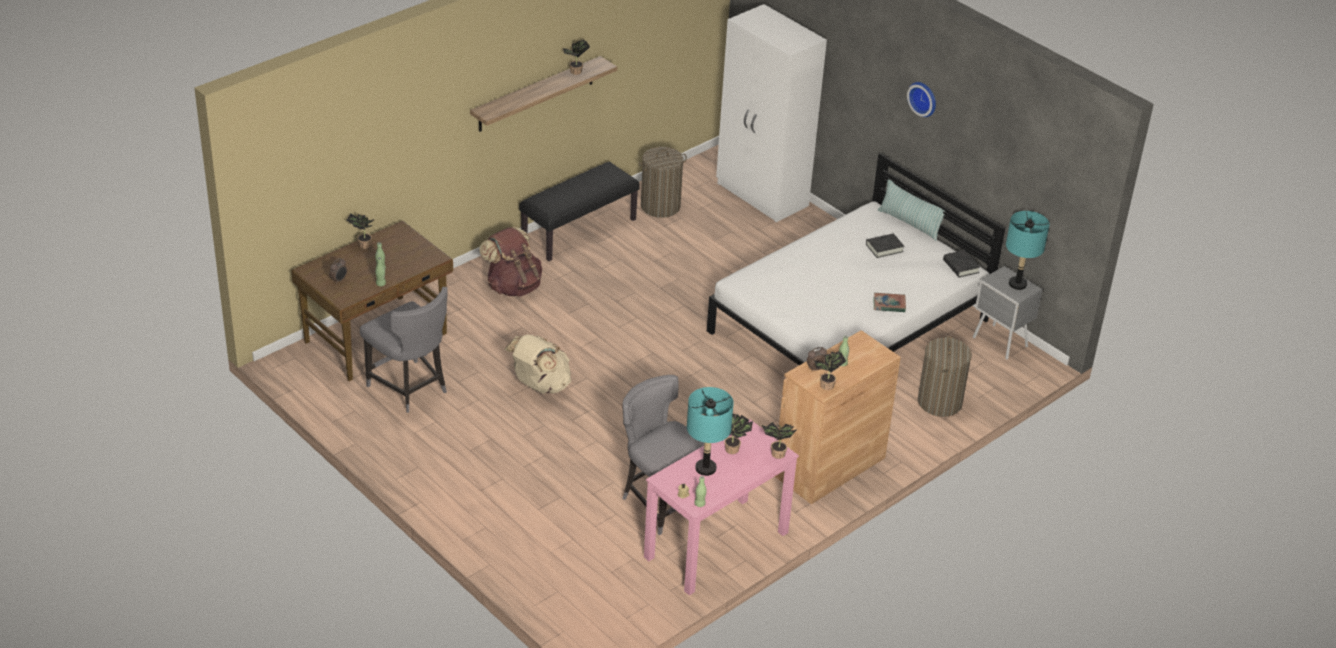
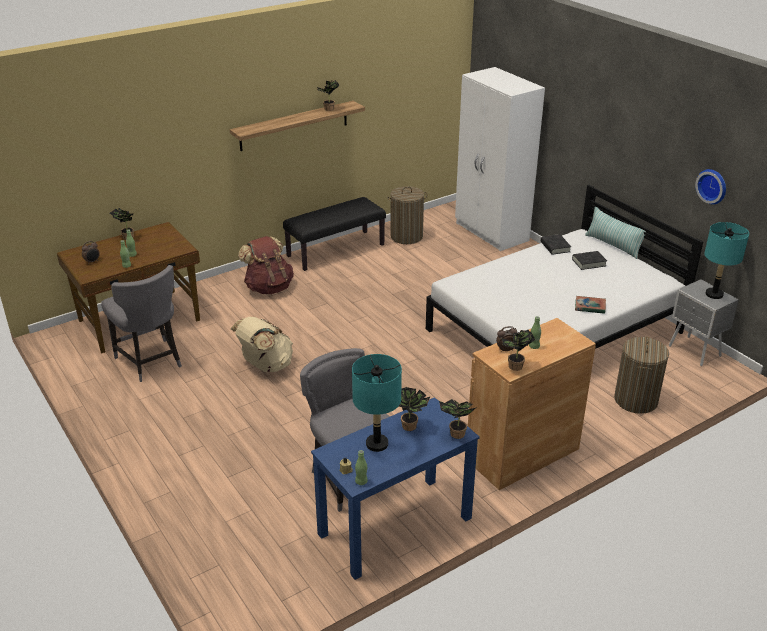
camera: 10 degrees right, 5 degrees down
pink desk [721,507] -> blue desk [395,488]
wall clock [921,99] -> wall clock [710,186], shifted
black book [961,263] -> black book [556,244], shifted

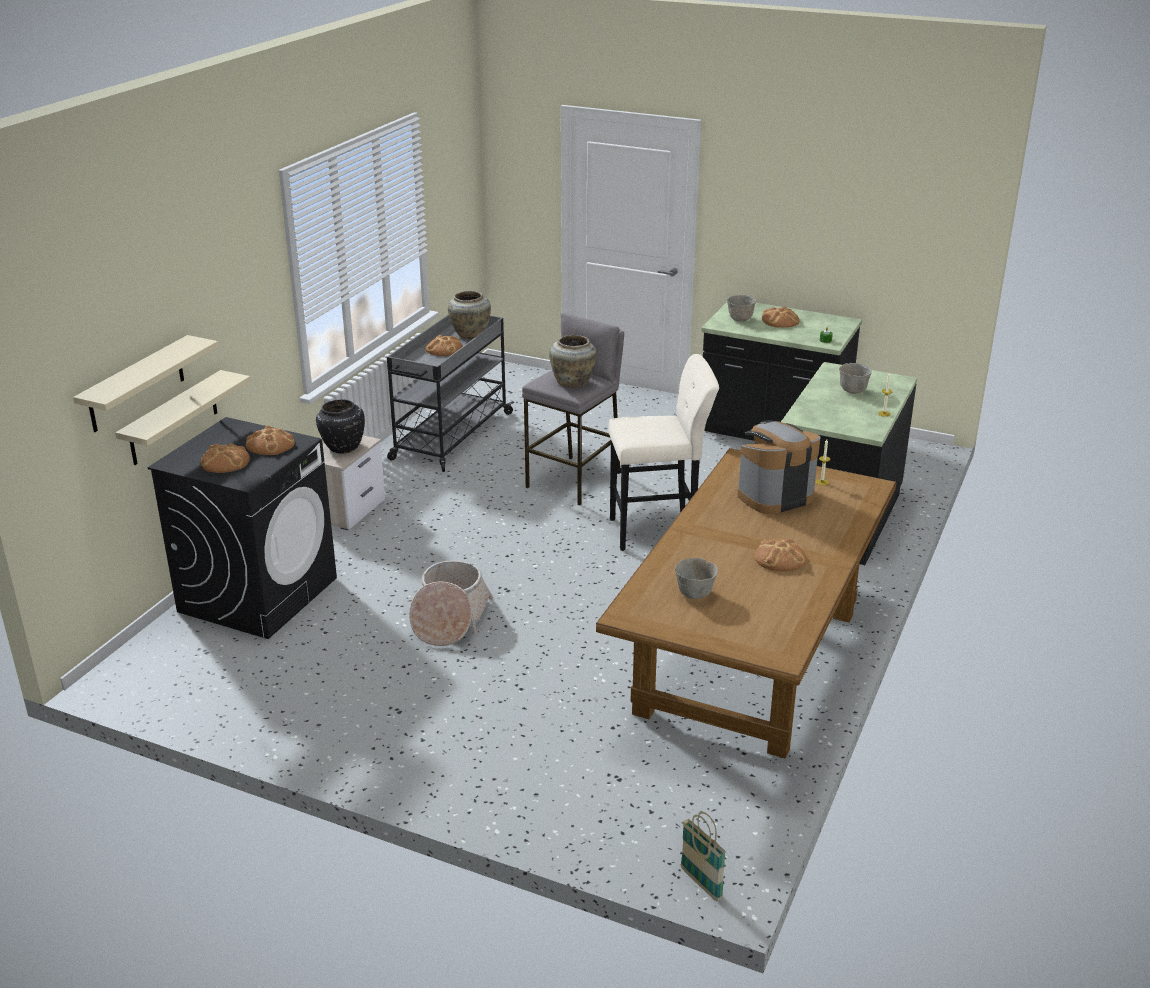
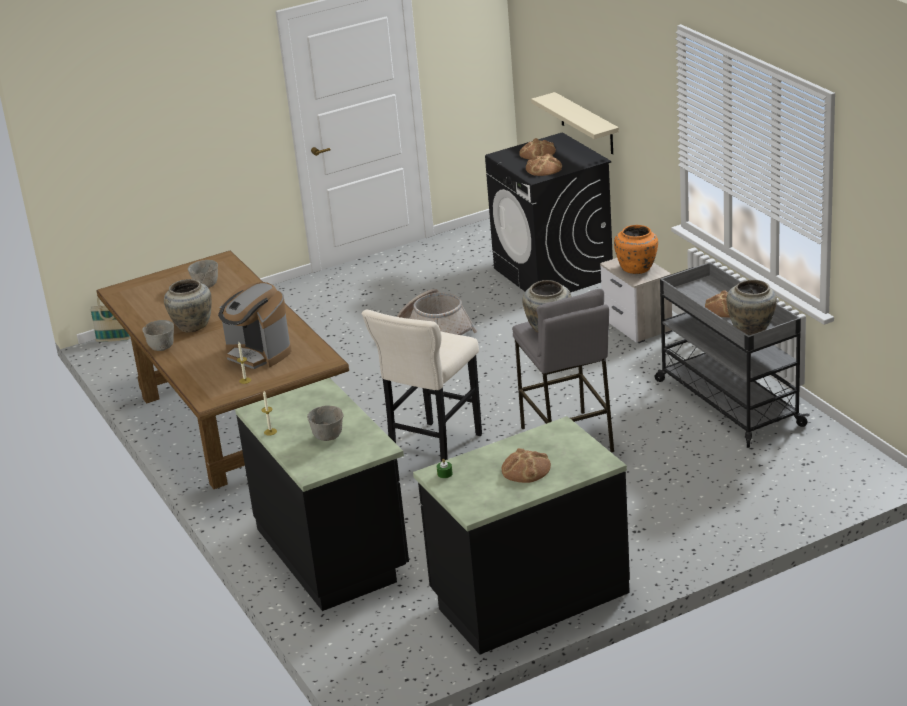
camera: 130 degrees right, 0 degrees up
beige shelf [146,383] -> none
black vase [340,426] -> orange vase [636,249]
grey bowl [741,308] -> grey bowl [158,335], shifted
coffee machine [779,467] -> coffee machine [255,325], 120 degrees clockwise
bread [781,555] -> beige vase [188,306]

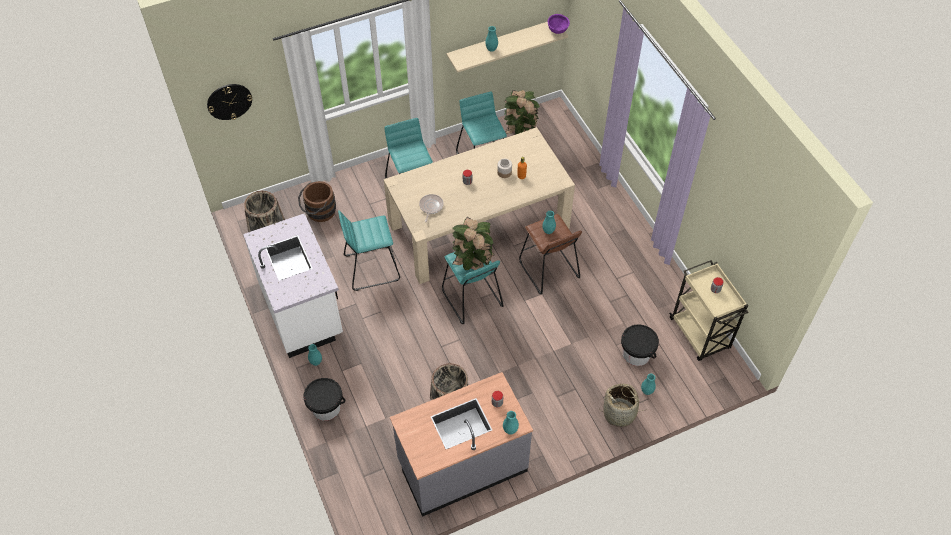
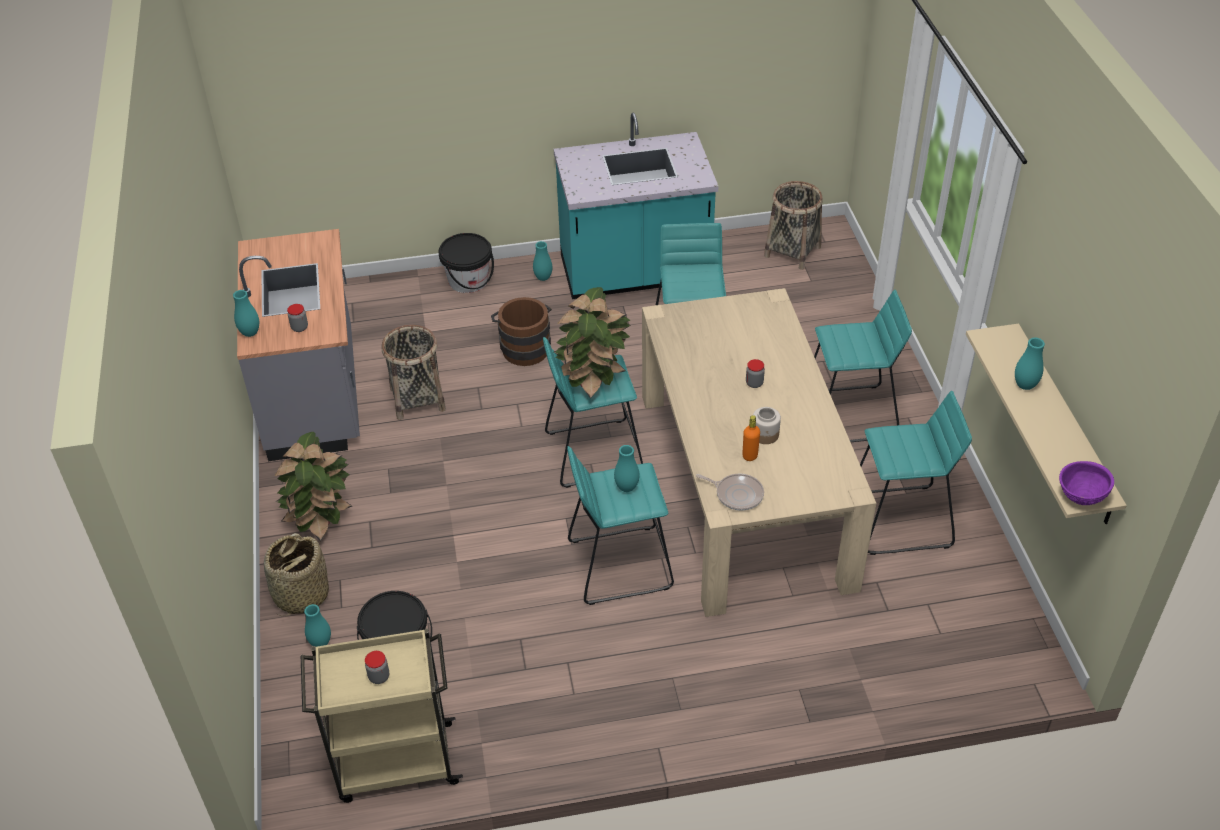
camera: 105 degrees right, 10 degrees down
wall clock [229,102] -> none
white counter [293,285] -> turquoise counter [636,206]
brown bucket [317,201] -> brown bucket [521,331], shifted
frying pan [431,208] -> frying pan [730,492], shifted
potted plant [522,112] -> potted plant [313,486], shifted
brown stool [550,254] -> turquoise stool [620,525]

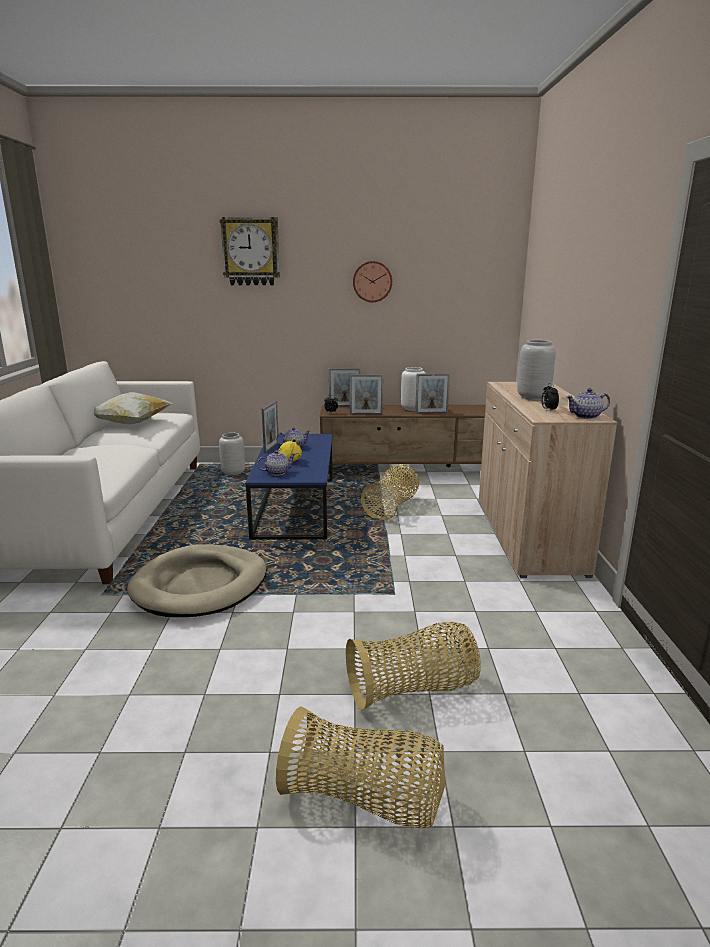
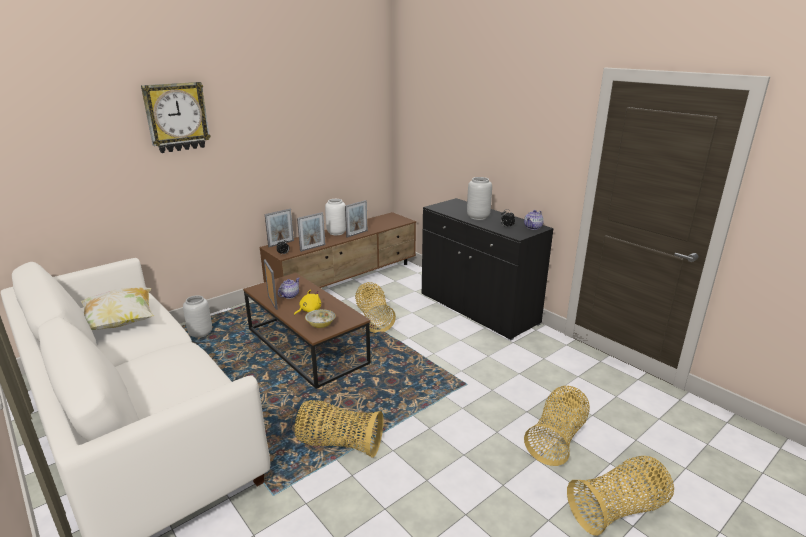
camera: 40 degrees left, 5 degrees up
beige dog bed [196,580] -> basket [339,429]
blue coffee table [289,487] -> brown coffee table [307,331]
teapot [276,463] -> bowl [320,318]
wall clock [372,281] -> none
beige cabinet [548,480] -> black cabinet [488,269]

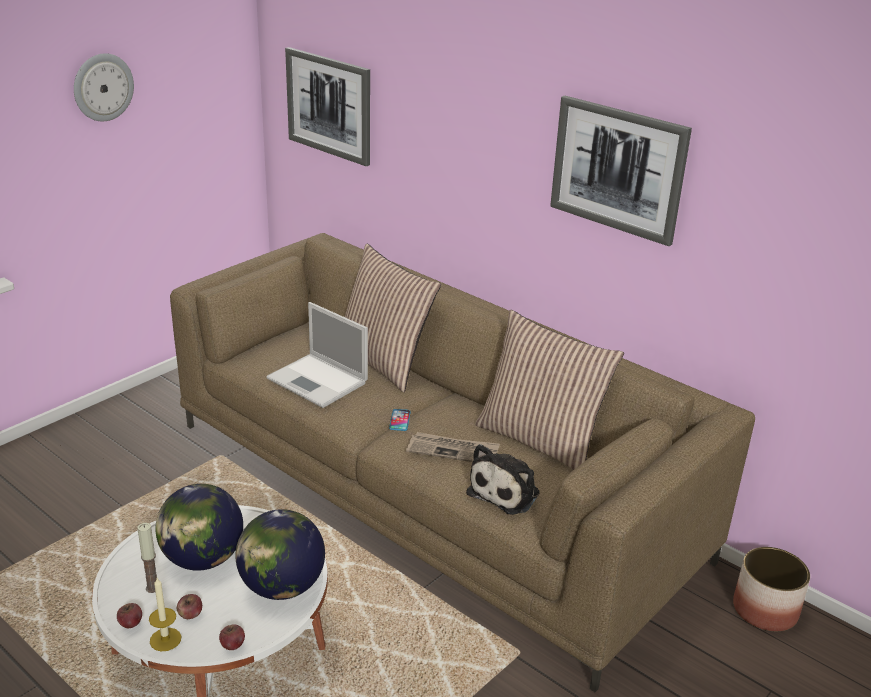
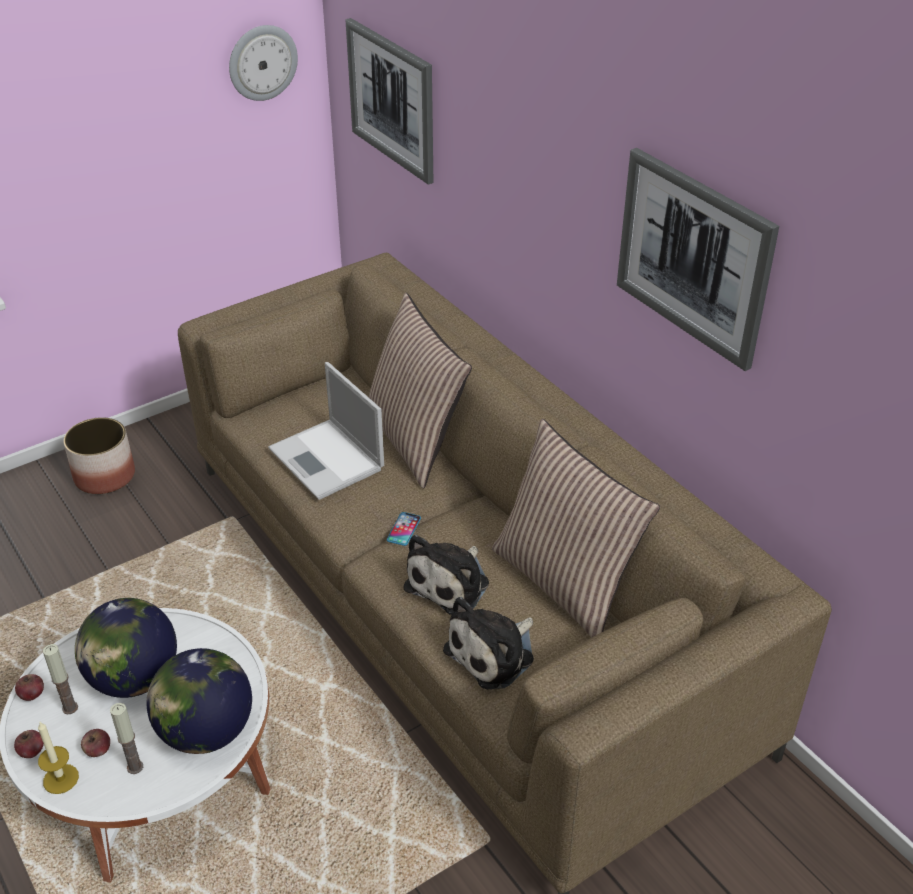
camera: 15 degrees right, 10 degrees up
wall clock [104,87] -> wall clock [263,63], shifted
apple [232,637] -> apple [29,687], shifted
newspaper [453,447] -> plush toy [446,575]
planter [771,589] -> planter [99,455], shifted
none -> candle [126,738]

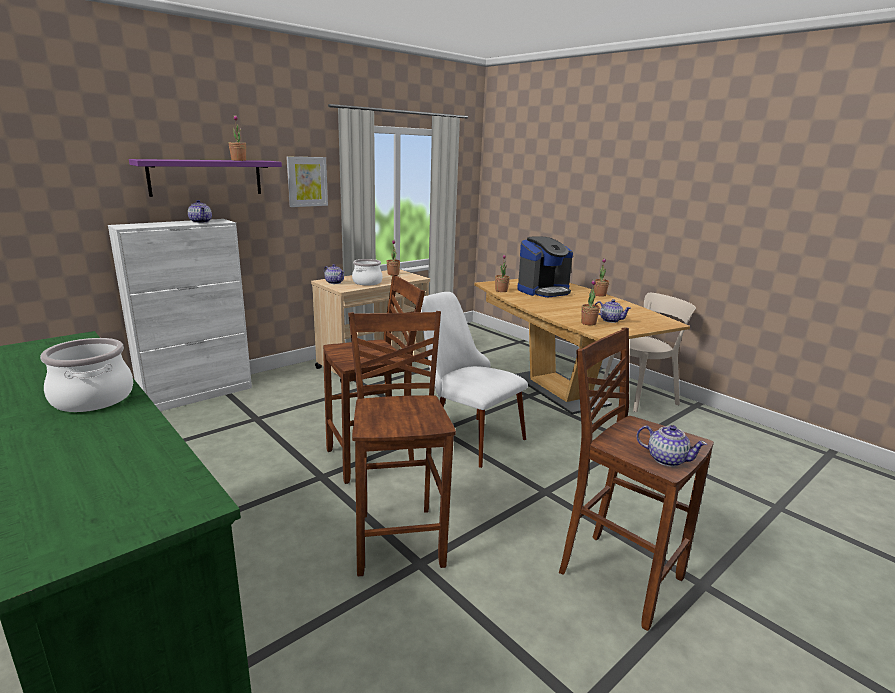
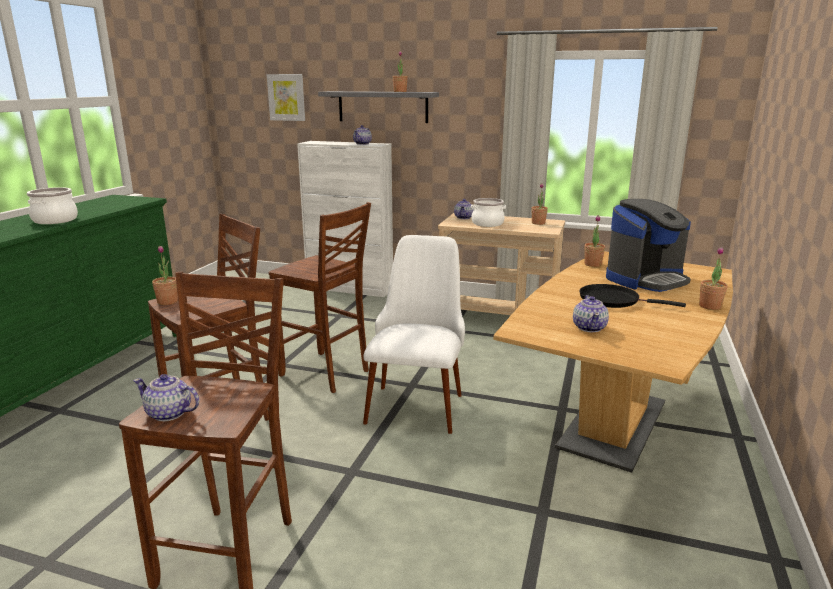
camera: 60 degrees right, 0 degrees up
purple shelf [205,178] -> grey shelf [378,107]
picture [307,182] -> picture [285,97], shifted
coffee machine [545,266] -> coffee machine [648,245], 60 degrees counterclockwise
potted plant [590,303] -> potted plant [165,275], shifted
beige chair [649,352] -> none
teapot [672,446] -> teapot [166,397], 105 degrees clockwise
none -> black frying pan [633,296]

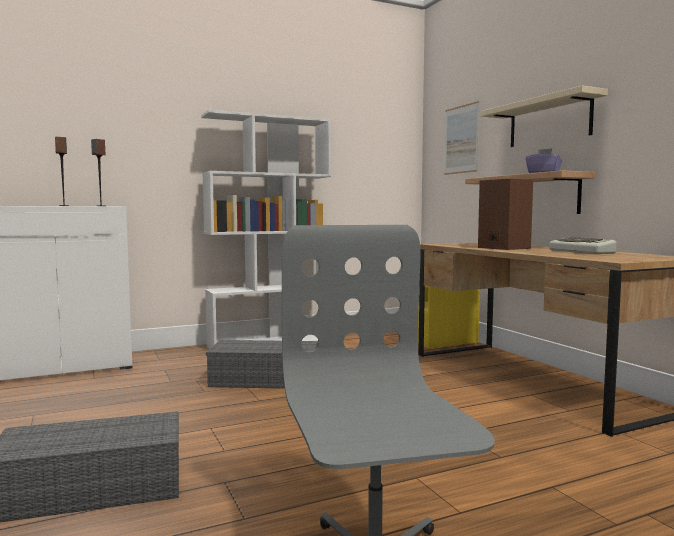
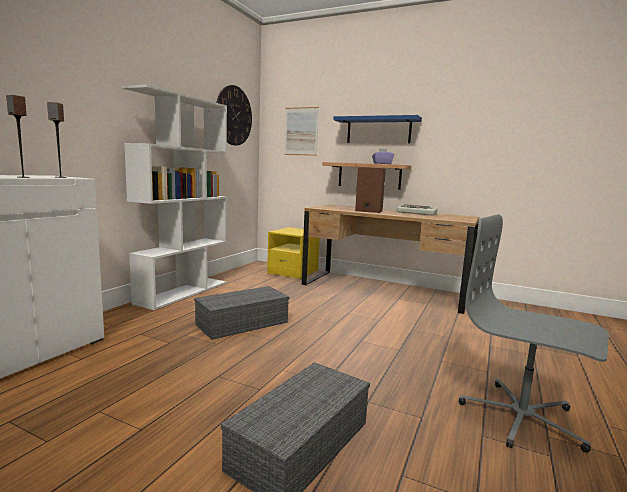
camera: 40 degrees left, 5 degrees up
beige shelf [544,116] -> blue shelf [377,129]
none -> wall clock [234,115]

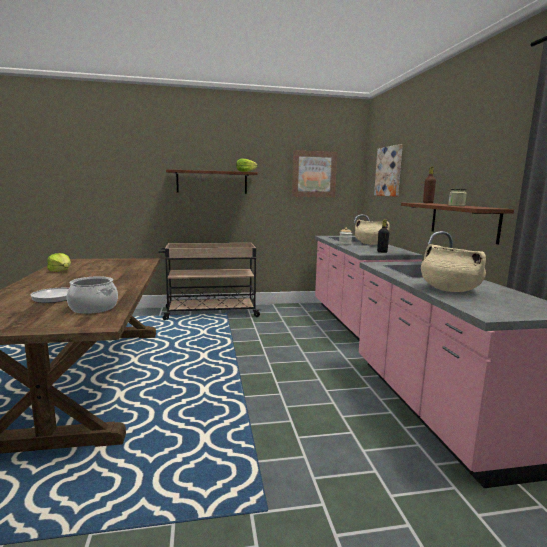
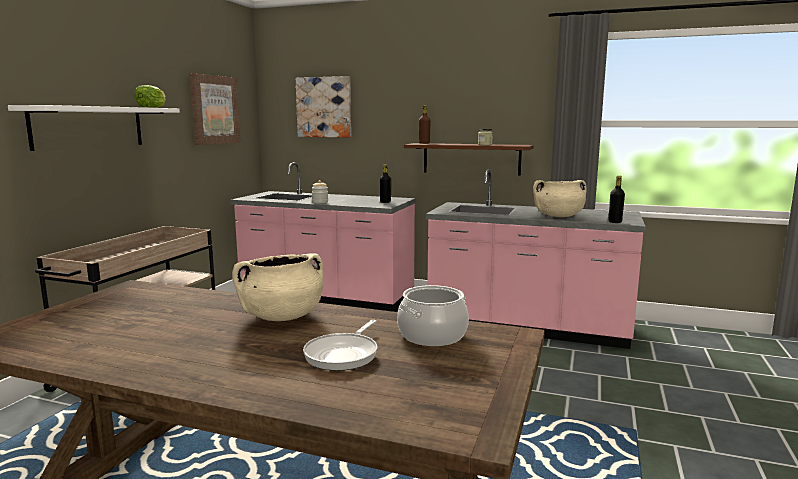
camera: 60 degrees left, 0 degrees up
lettuce [59,262] -> none
brown shelf [212,181] -> white shelf [94,128]
beige cooking pot [372,232] -> beige cooking pot [277,287], shifted
none -> black bottle [617,199]

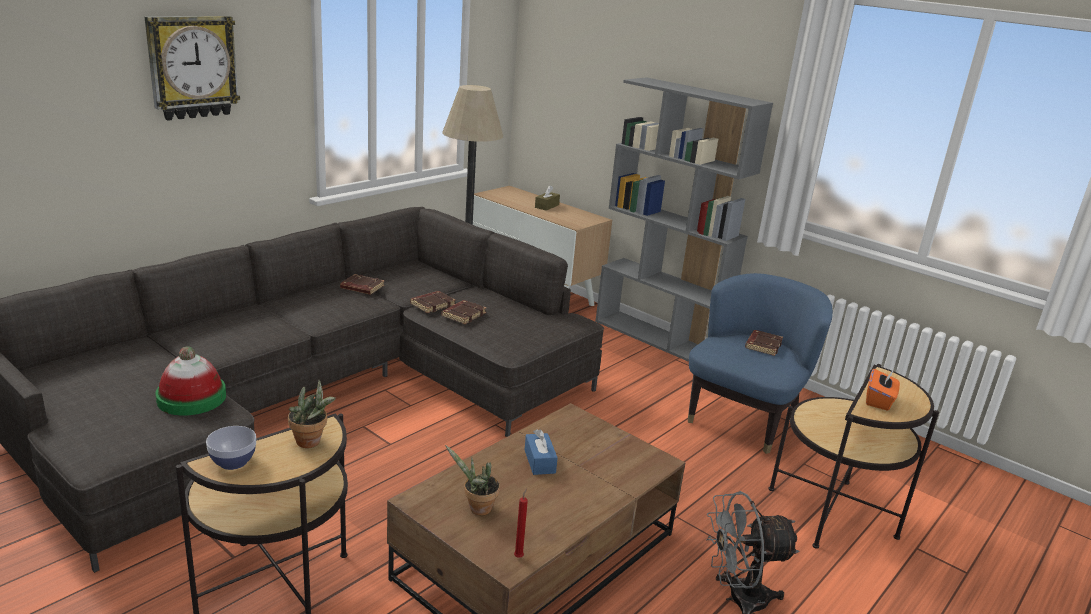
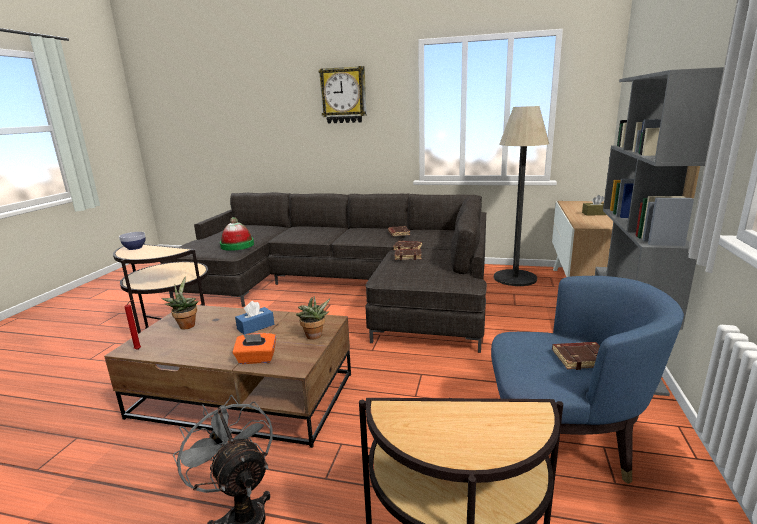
camera: 65 degrees right, 5 degrees down
potted plant [312,414] -> potted plant [313,318], shifted
orange tissue box [883,390] -> orange tissue box [254,348], shifted

